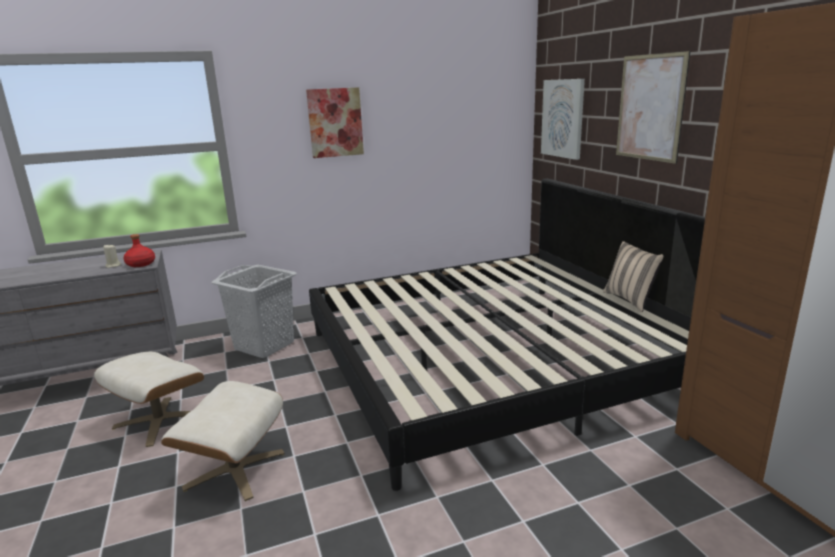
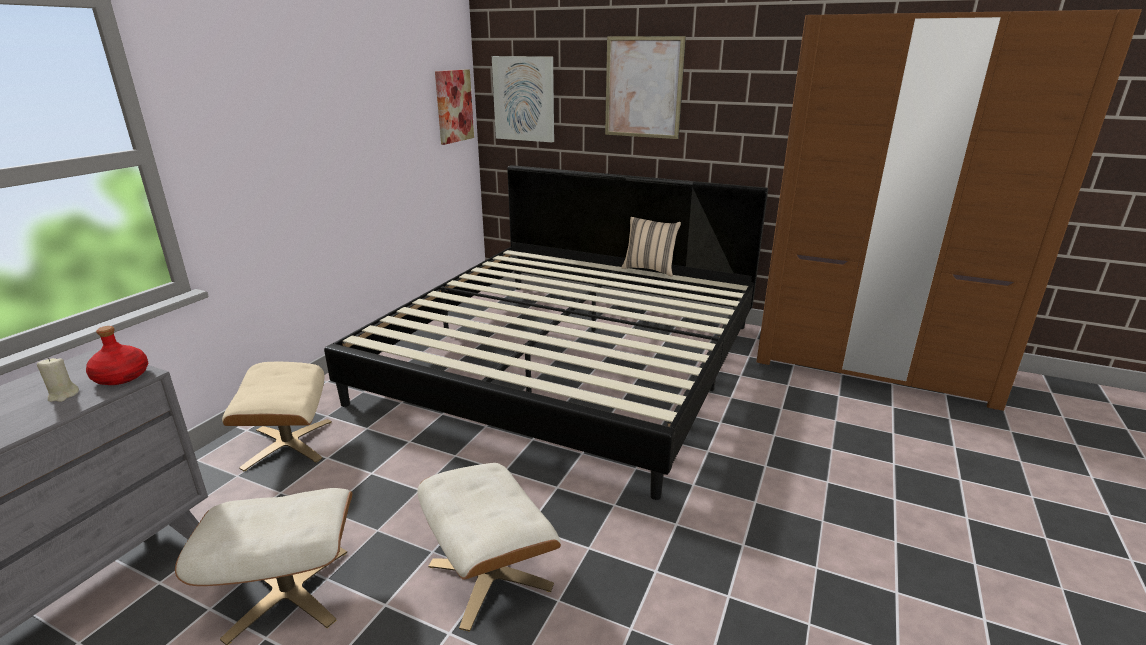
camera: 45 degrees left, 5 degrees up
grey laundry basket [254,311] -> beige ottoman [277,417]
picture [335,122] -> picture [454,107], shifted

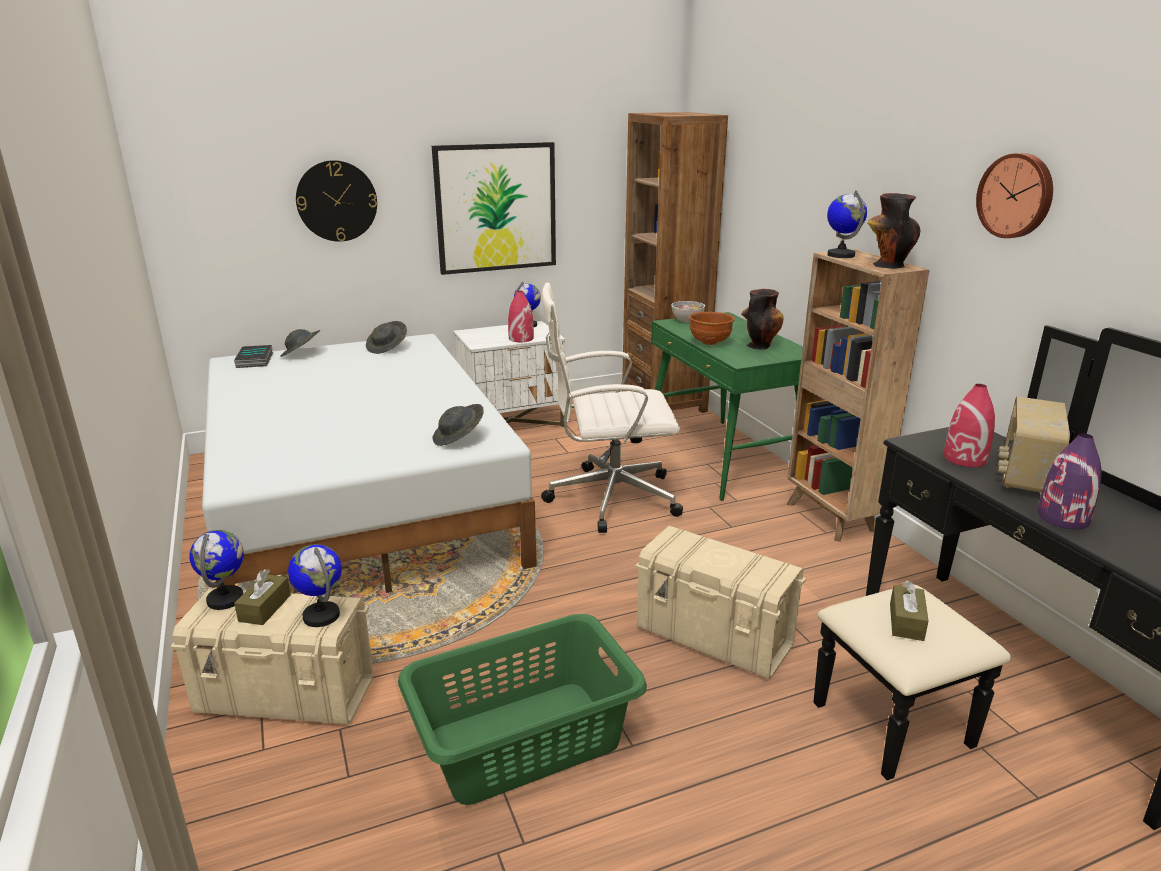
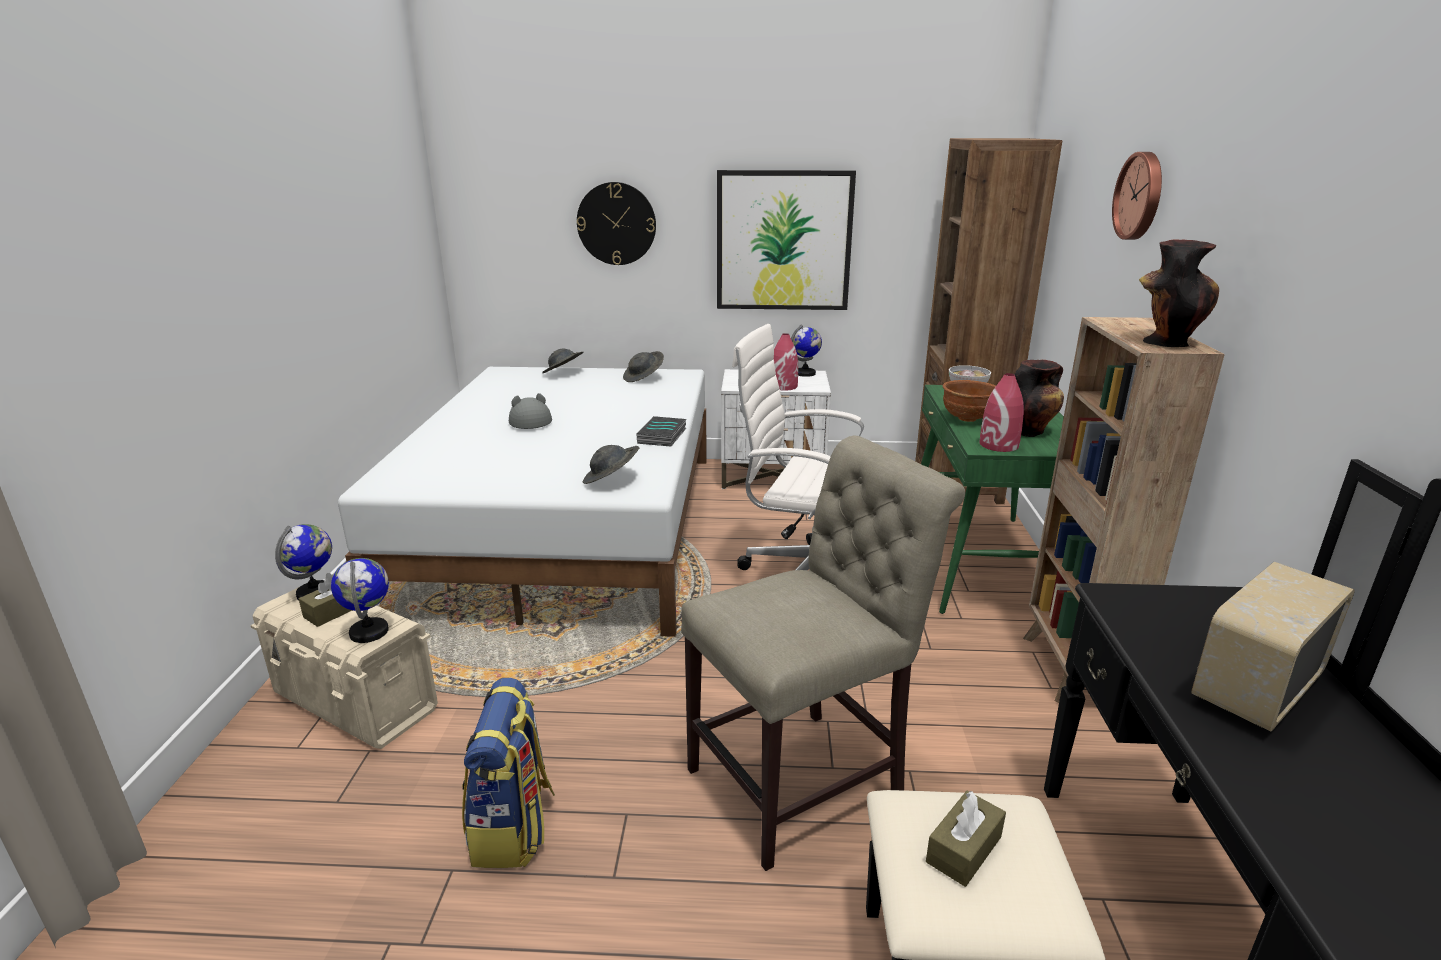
camera: 25 degrees right, 0 degrees up
book [253,356] -> book [661,431], shifted
green laundry basket [522,709] -> backpack [508,773]
beige storage box [720,603] -> beige chair [823,653]
globe [847,224] -> none
red vase [969,425] -> red vase [1001,412], shifted
wall clock [1014,195] -> wall clock [1137,196], shifted
purple vase [1069,481] -> none
none -> grey hat [530,411]

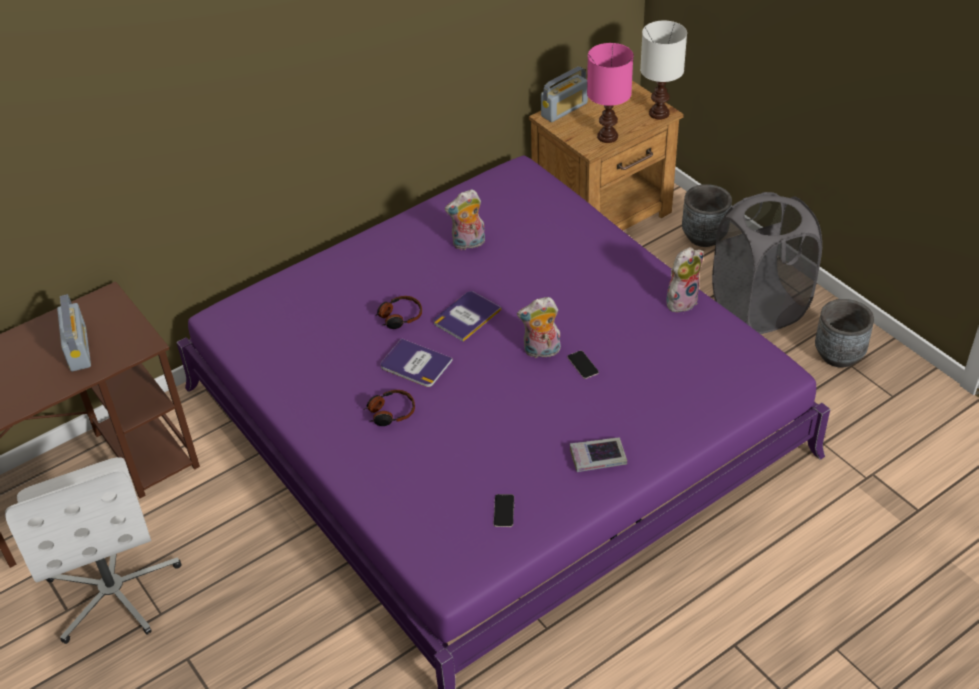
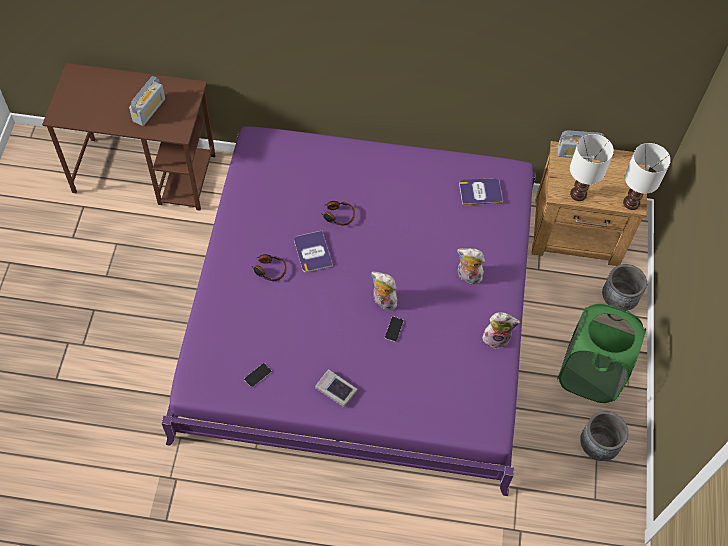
camera: 40 degrees right, 15 degrees up
white office chair [93,550] -> none
book [467,316] -> book [481,191], shifted
plush toy [465,219] -> plush toy [471,266], shifted
pink table lamp [610,93] -> white table lamp [592,167]
grey laundry basket [767,263] -> green laundry basket [601,353]

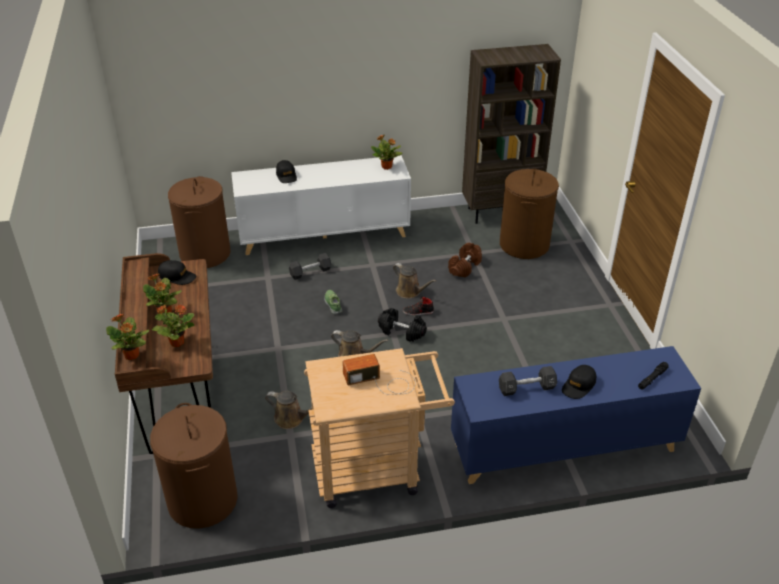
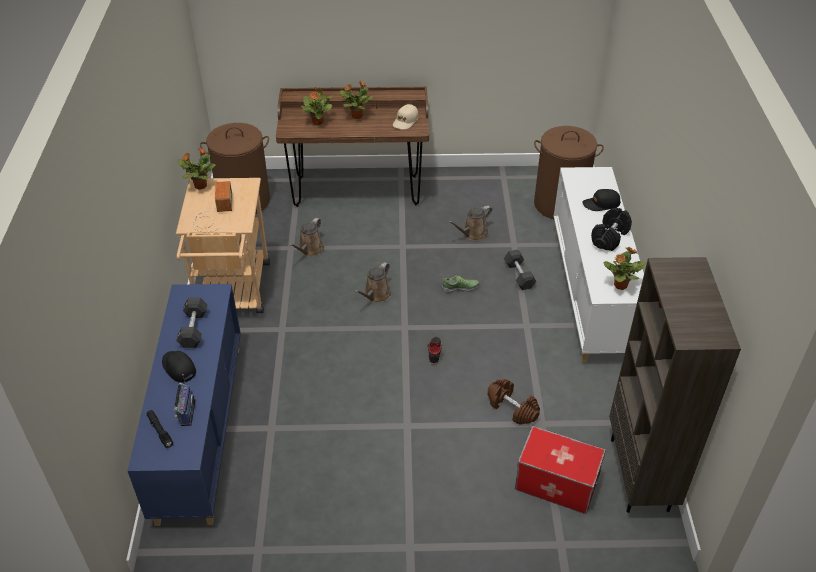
camera: 100 degrees right, 5 degrees up
potted plant [127,337] -> potted plant [196,169], shifted
black cap [177,272] -> beige cap [406,117]
black dumbbell [402,325] -> black dumbbell [611,229], shifted
brown watering can [414,281] -> brown watering can [470,222], shifted
brown laundry basket [529,214] -> storage box [560,470]
none -> radio [184,400]

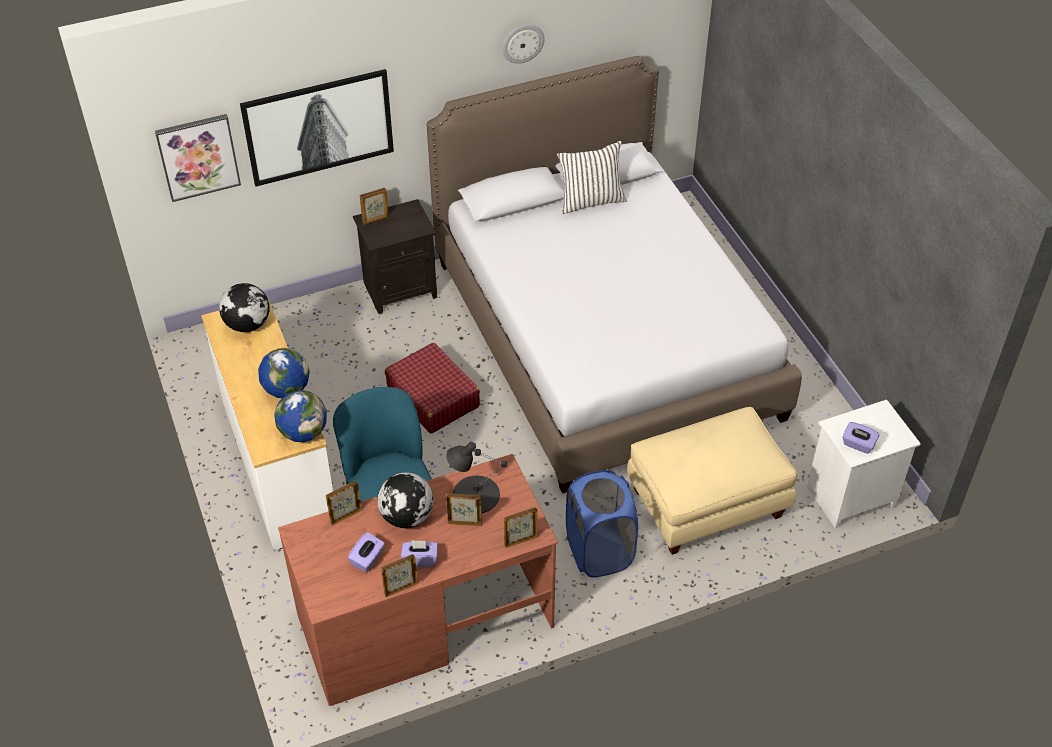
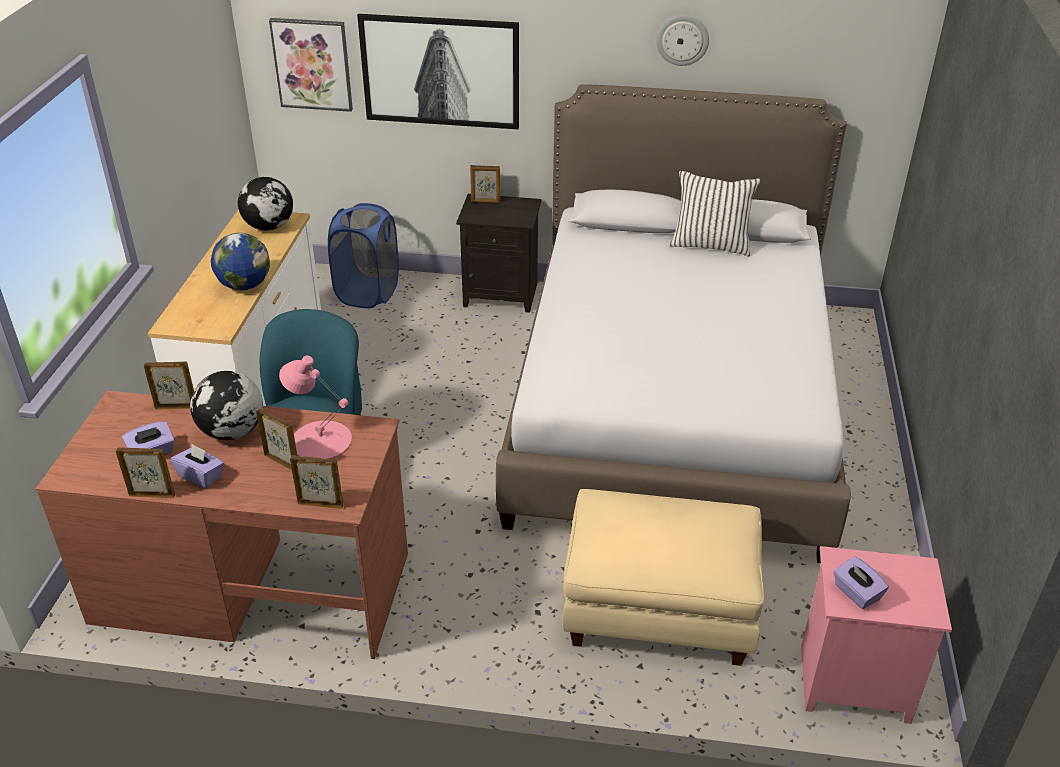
camera: 30 degrees right, 10 degrees down
globe [300,416] -> none
red suitcase [432,388] -> none
black table lamp [476,477] -> pink table lamp [315,407]
blue laundry basket [602,524] -> blue laundry basket [363,255], shifted
white nightstand [864,464] -> pink nightstand [876,635]

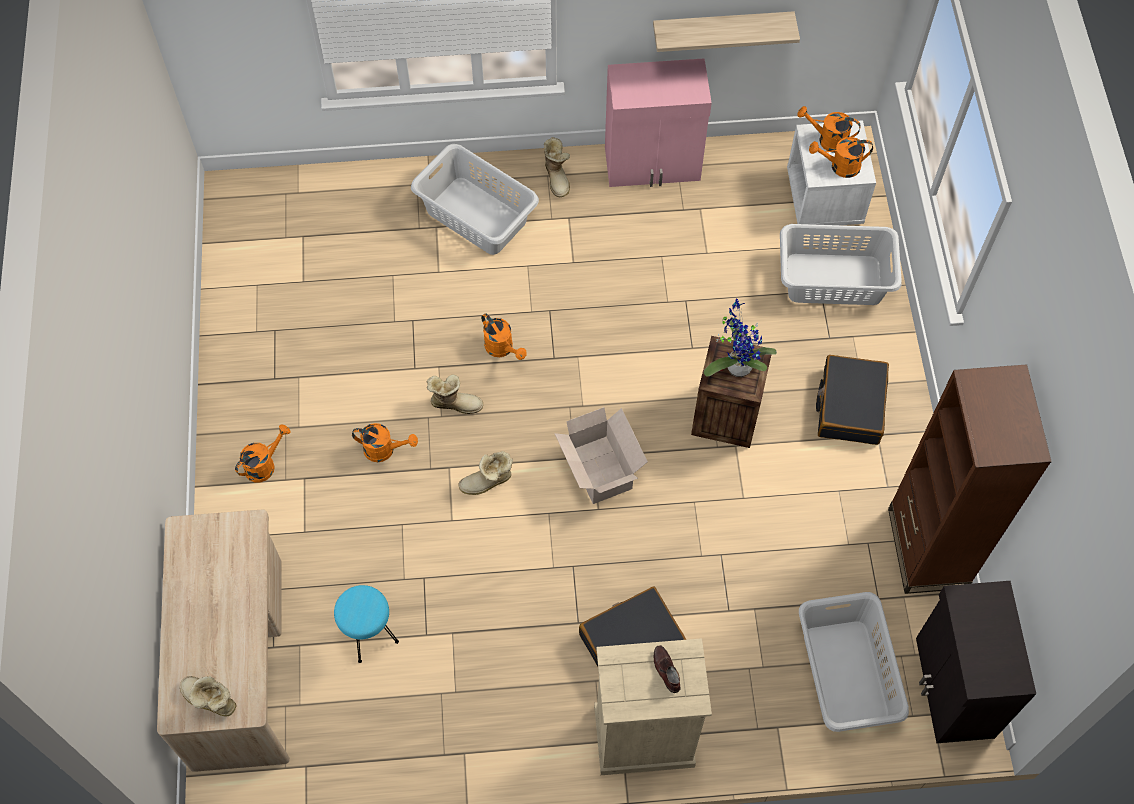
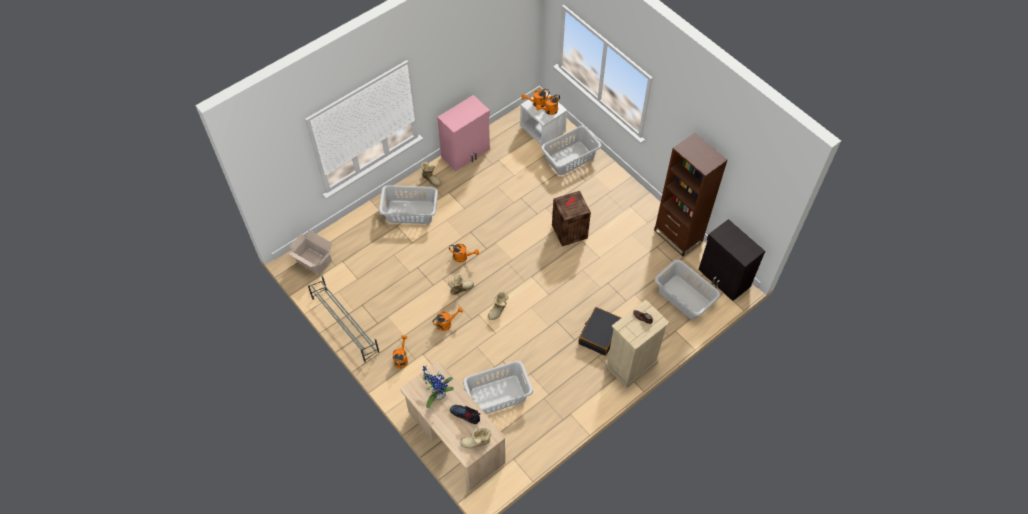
camera: 35 degrees left, 5 degrees down
turquoise stool [366,624] -> grey laundry basket [498,387]
cardboard box [601,455] -> cardboard box [309,252], shifted
shelf [726,31] -> none
potted plant [740,338] -> potted plant [438,387], shifted
black suitcase [852,400] -> none
none -> grey shoe rack [344,319]
none -> boot [465,414]

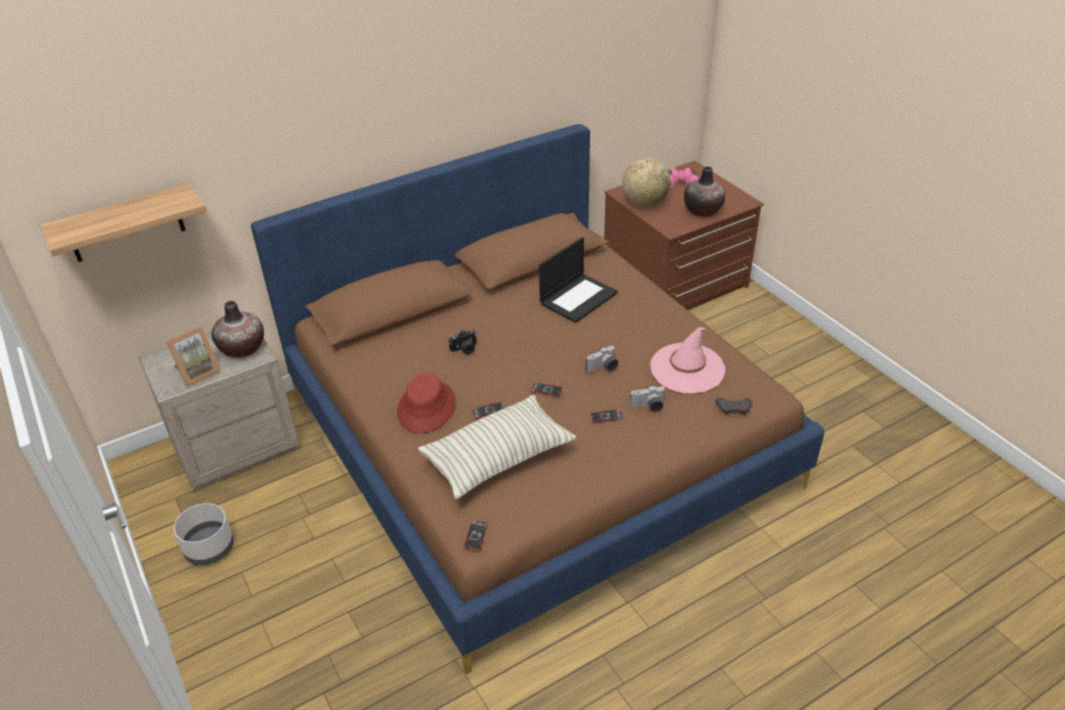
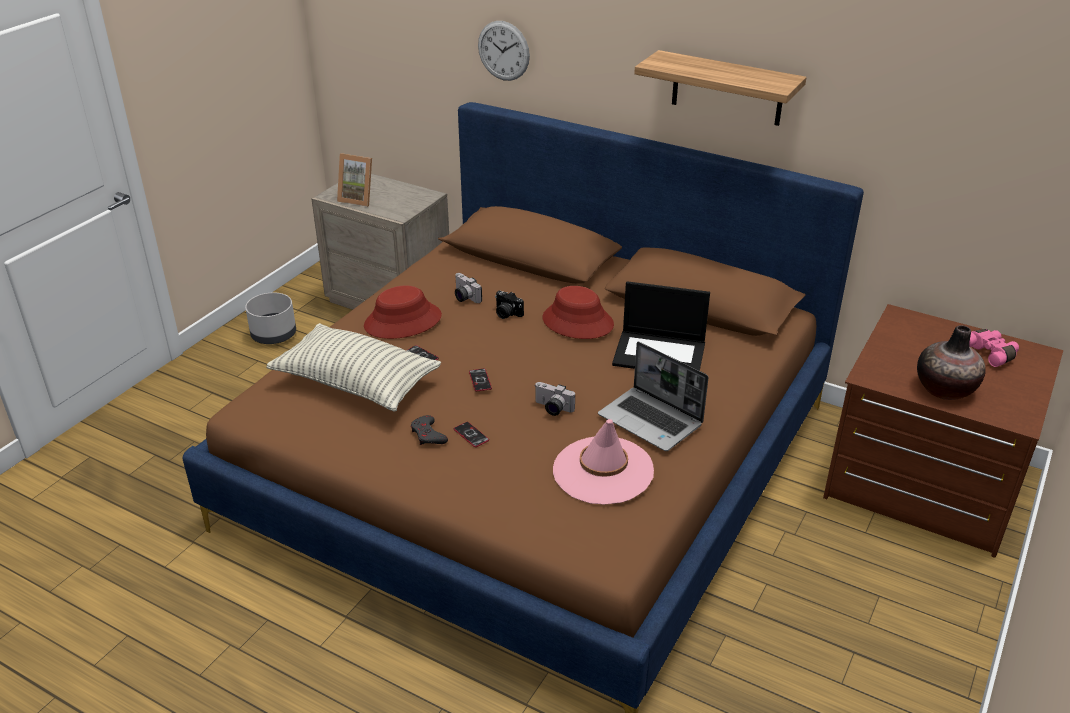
camera: 60 degrees right, 5 degrees down
shelf [124,222] -> shelf [720,88], shifted
vase [237,329] -> none
phone [476,535] -> none
globe [646,182] -> none
photo camera [648,398] -> photo camera [468,288], shifted
grey game controller [733,406] -> grey game controller [429,430], shifted
none -> wall clock [504,51]
none -> red hat [578,312]
none -> laptop [653,396]

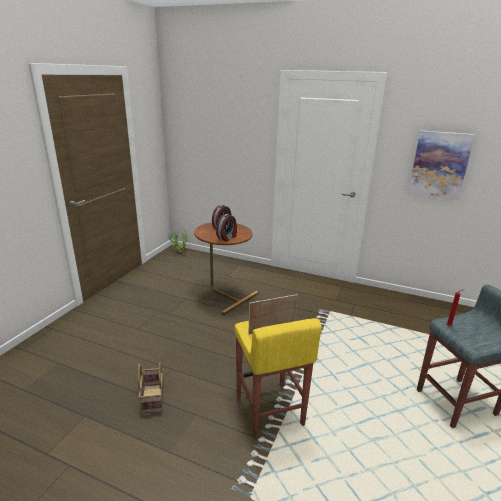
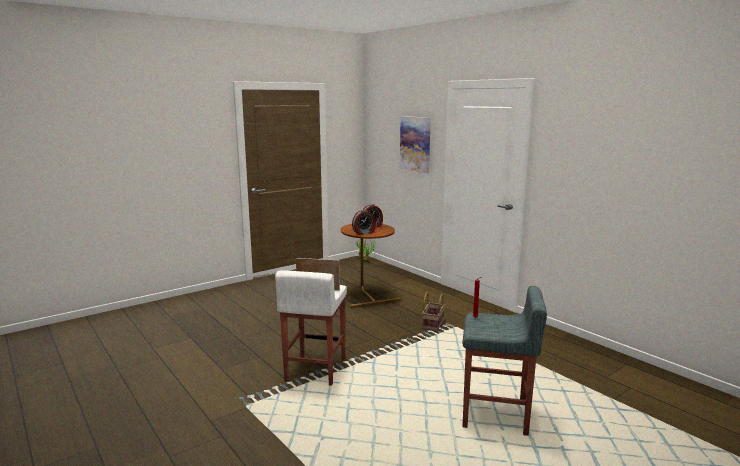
camera: 30 degrees right, 10 degrees down
basket [150,388] -> basket [433,311], shifted
yellow stool [278,378] -> white stool [311,328]
picture [441,165] -> picture [415,144], shifted

